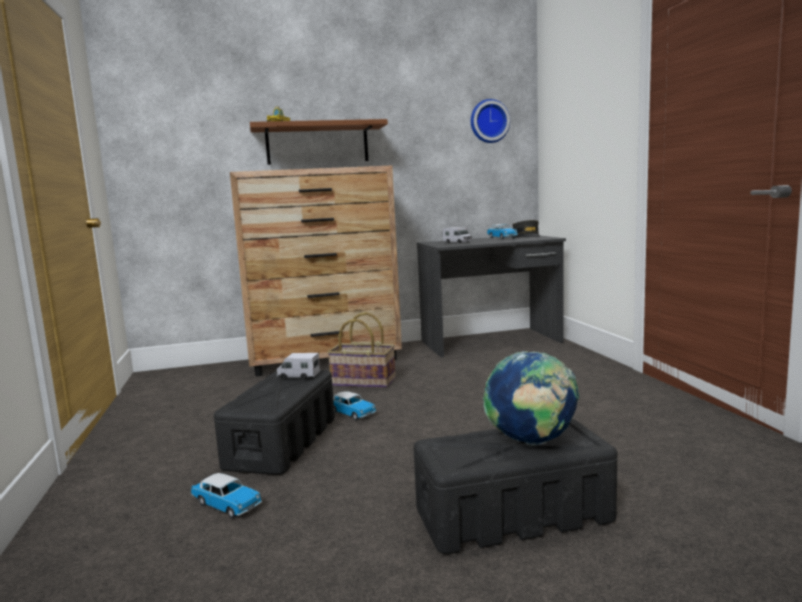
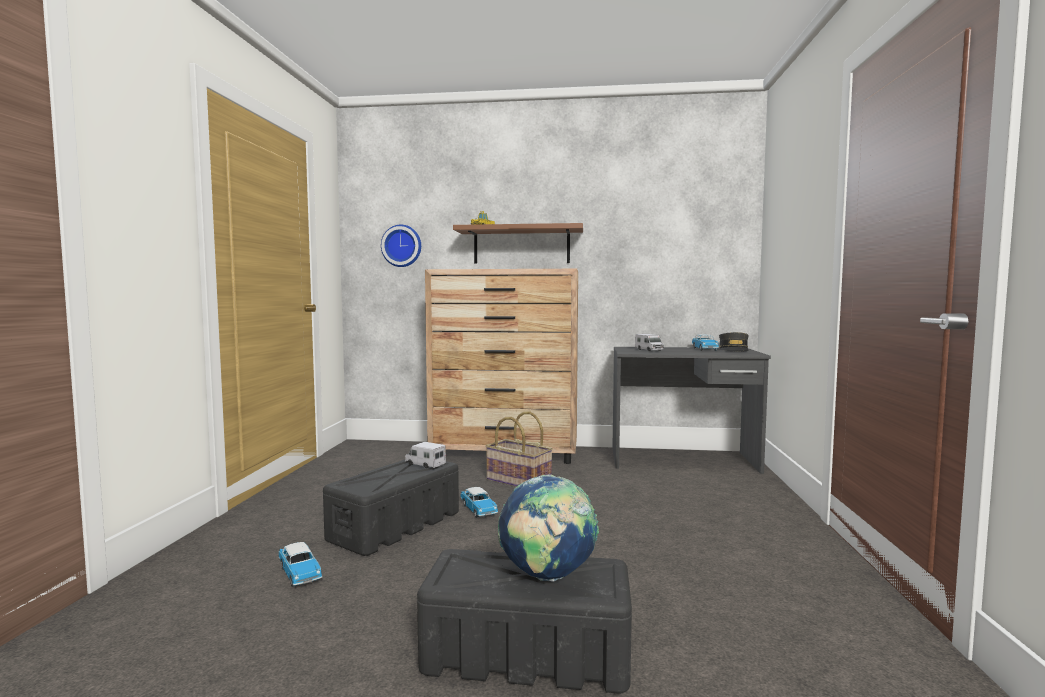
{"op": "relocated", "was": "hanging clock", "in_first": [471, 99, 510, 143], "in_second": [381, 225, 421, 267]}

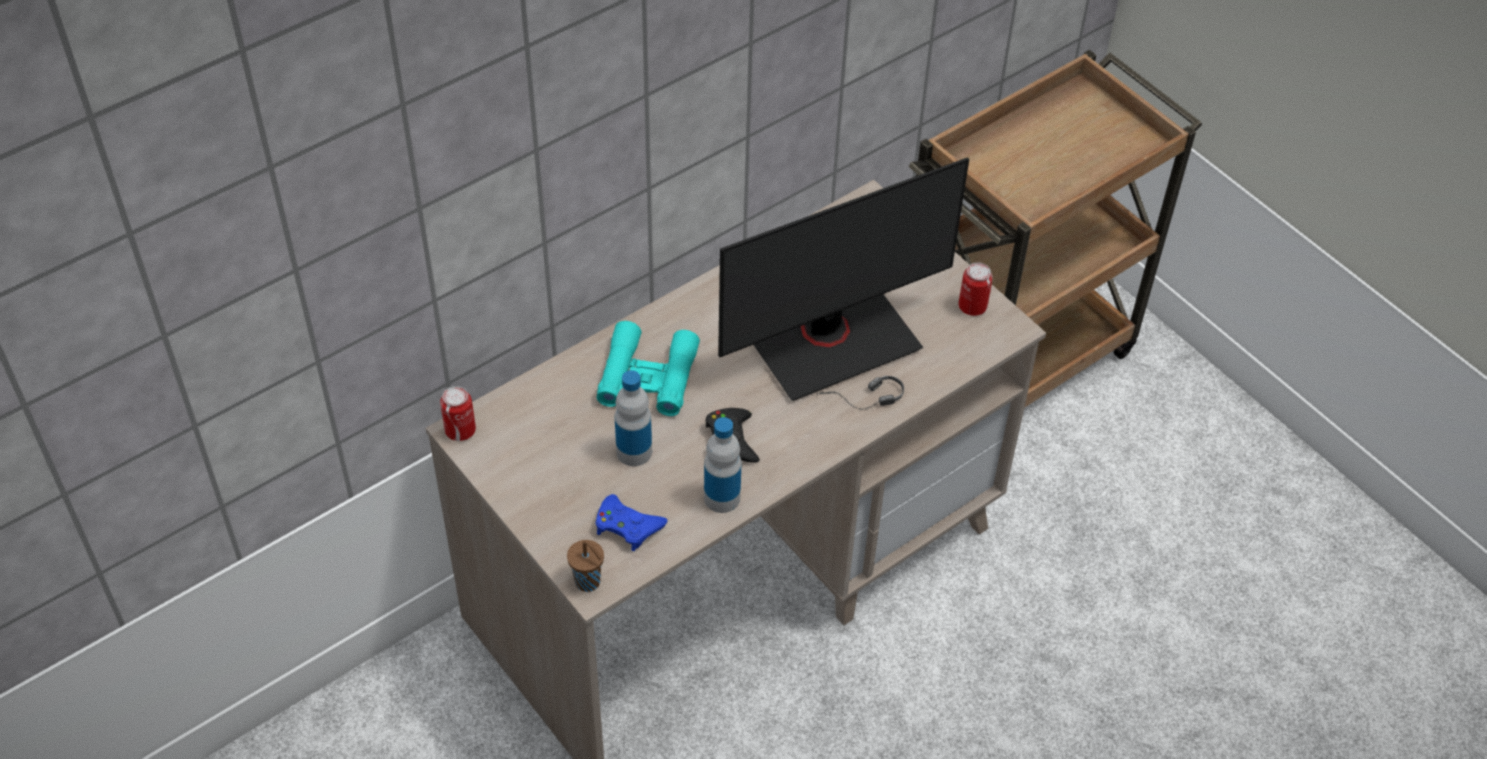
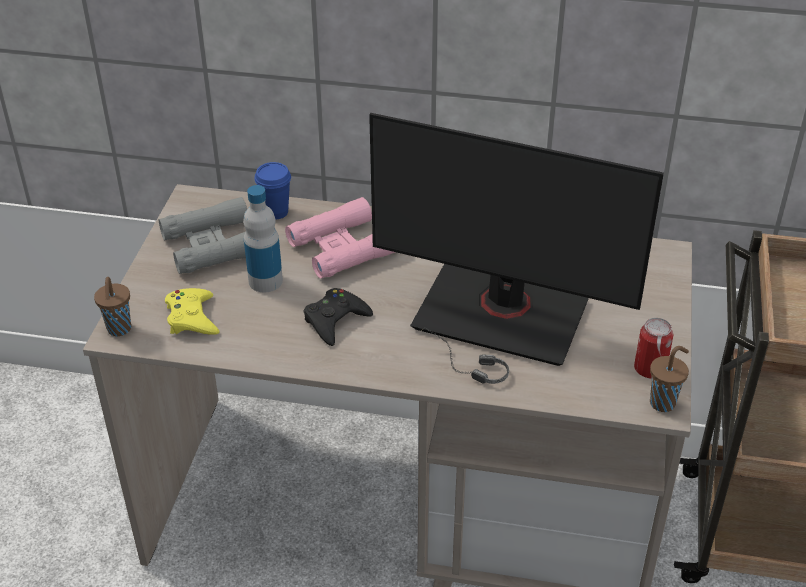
{"op": "missing", "was": "can", "in_first": [440, 386, 476, 441]}
{"op": "missing", "was": "beverage bottle", "in_first": [704, 417, 742, 513]}
{"op": "appeared", "now": "gray field glasses", "in_second": [159, 197, 247, 274]}
{"op": "appeared", "now": "blue-coloured drinking cup", "in_second": [254, 162, 291, 220]}
{"op": "appeared", "now": "brownish drinking cup", "in_second": [650, 346, 689, 412]}
{"op": "colour", "was": "blue-green field glasses", "now": "pinkish field glasses", "in_first": [596, 321, 700, 416], "in_second": [285, 197, 395, 279]}
{"op": "colour", "was": "blue-coloured gamepad", "now": "yellow-coloured gamepad", "in_first": [596, 494, 668, 551], "in_second": [165, 288, 220, 335]}

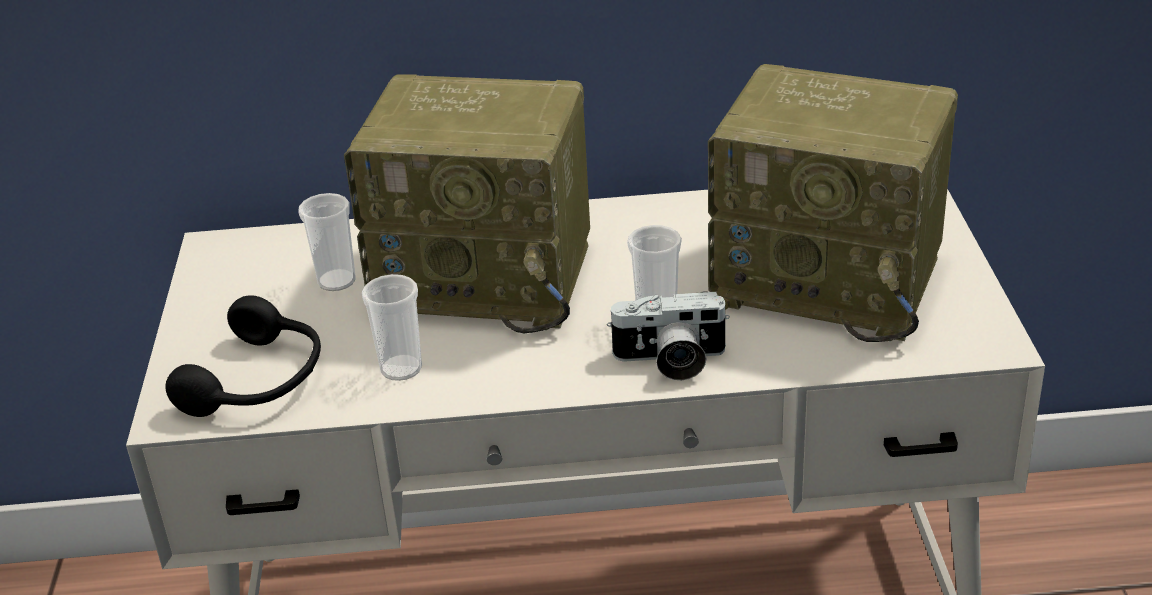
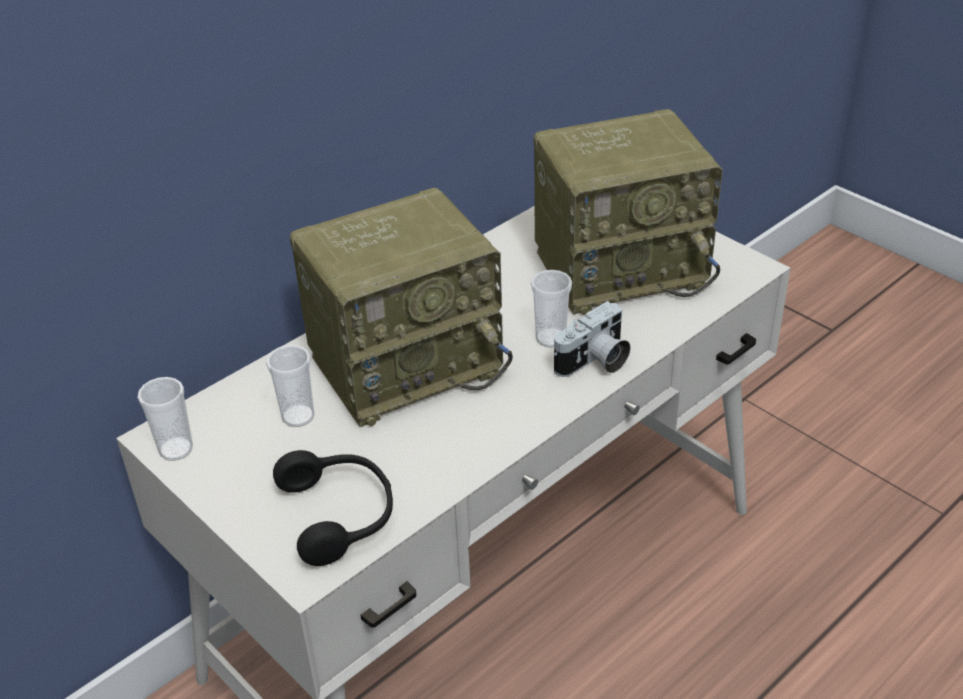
{"op": "relocated", "was": "drinking cup", "in_first": [362, 274, 422, 381], "in_second": [137, 377, 193, 461]}

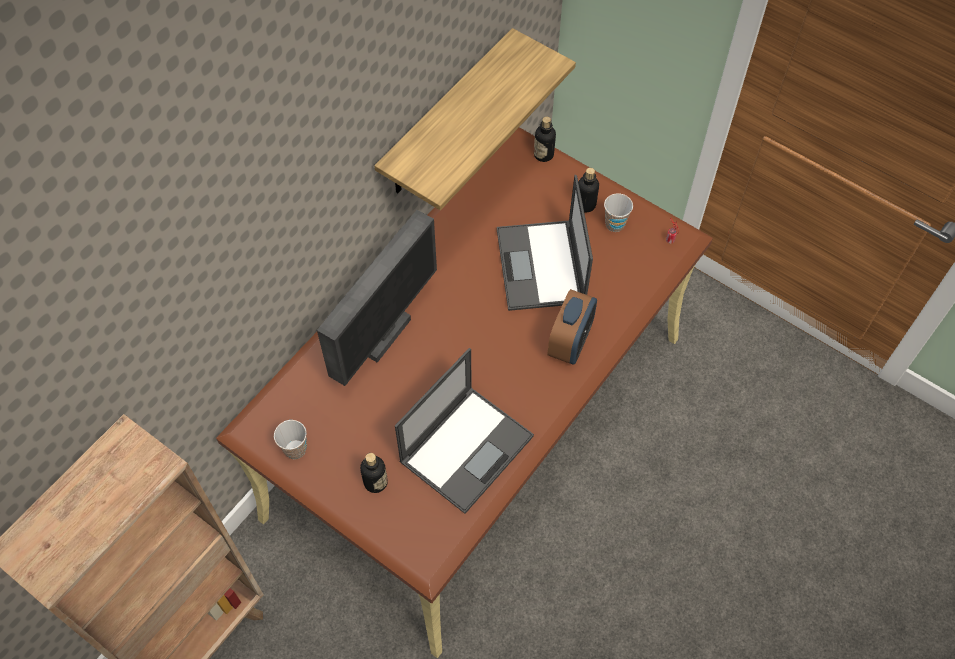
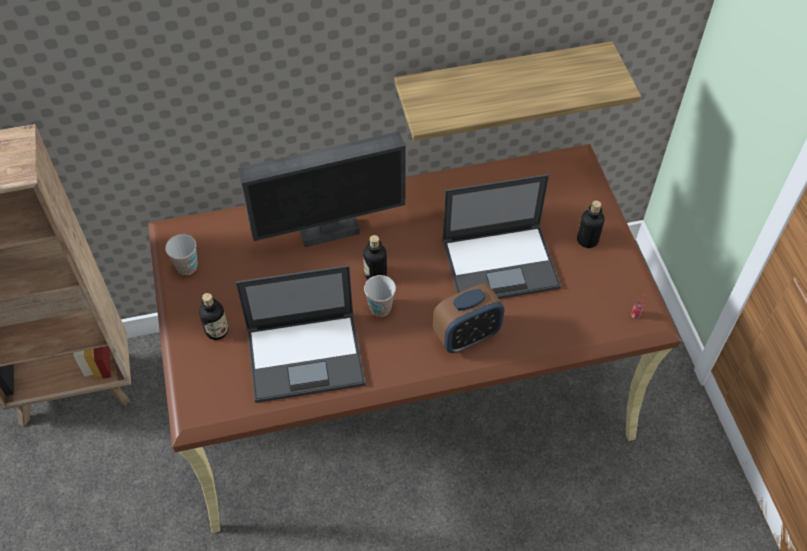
{"op": "relocated", "was": "beverage bottle", "in_first": [534, 116, 556, 162], "in_second": [363, 235, 387, 280]}
{"op": "relocated", "was": "drinking cup", "in_first": [604, 193, 633, 232], "in_second": [364, 275, 396, 317]}
{"op": "spun", "was": "portable computer", "in_first": [497, 175, 593, 311], "in_second": [442, 174, 561, 299], "clockwise": -135}

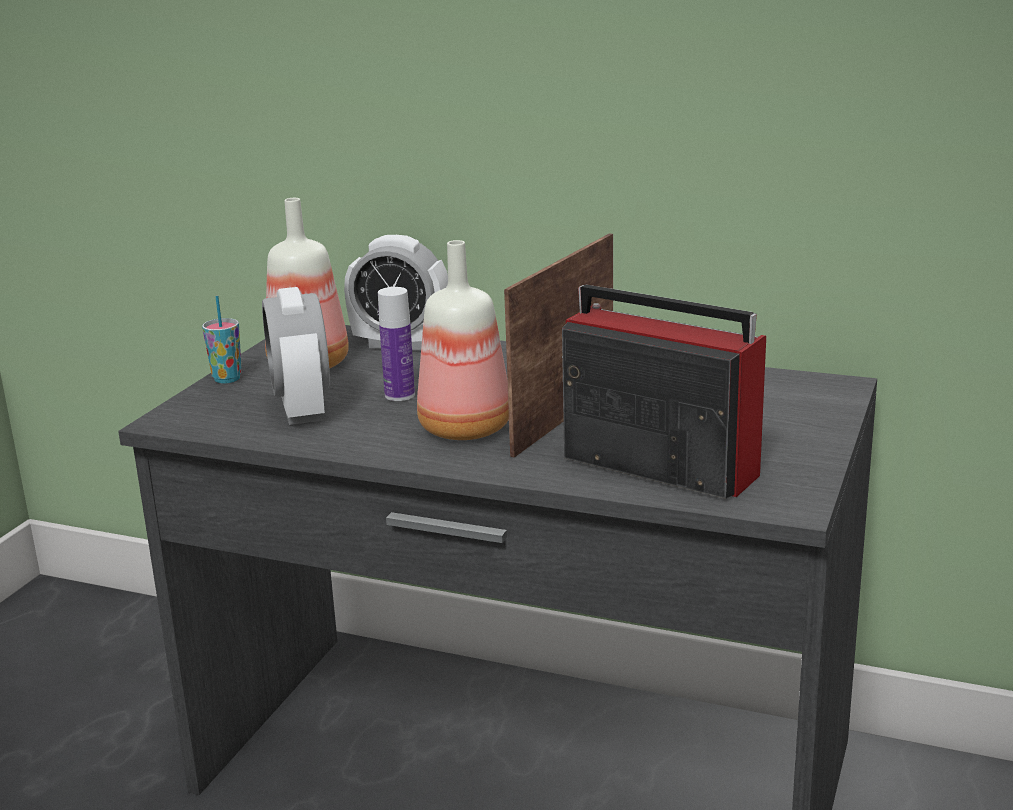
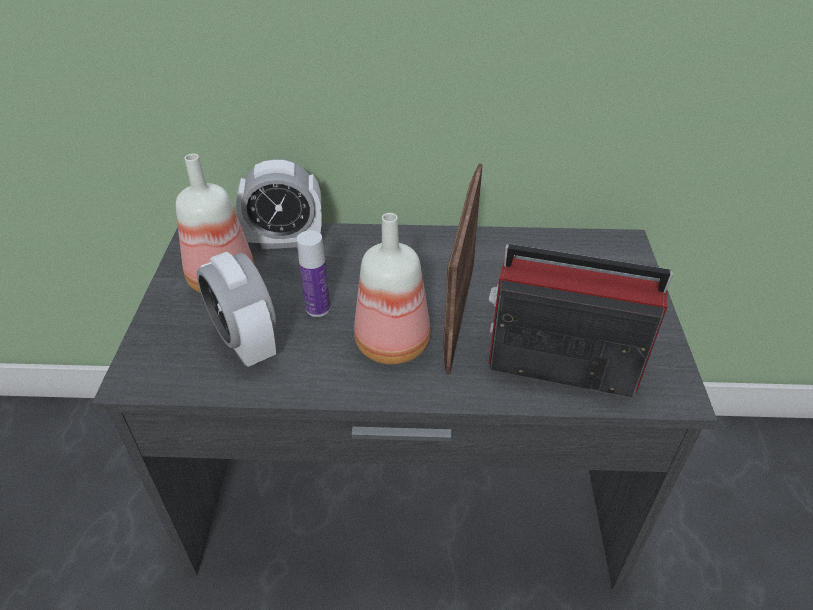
{"op": "missing", "was": "drinking cup", "in_first": [202, 296, 242, 384]}

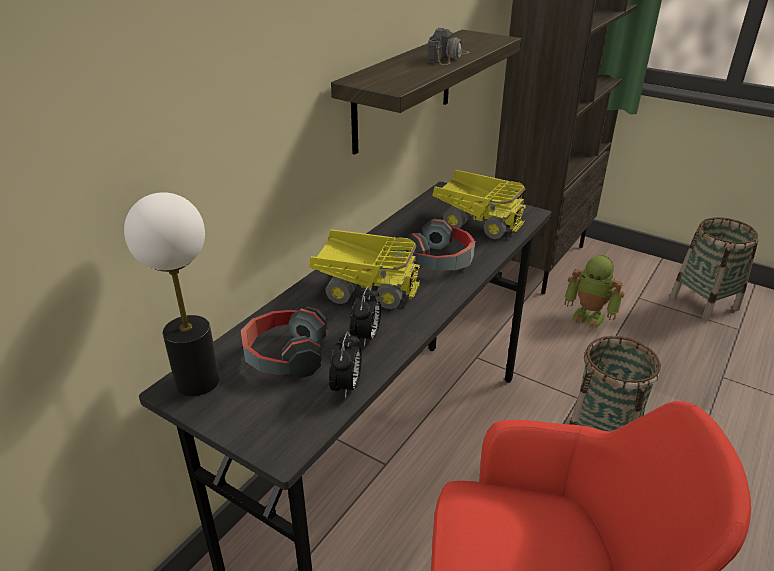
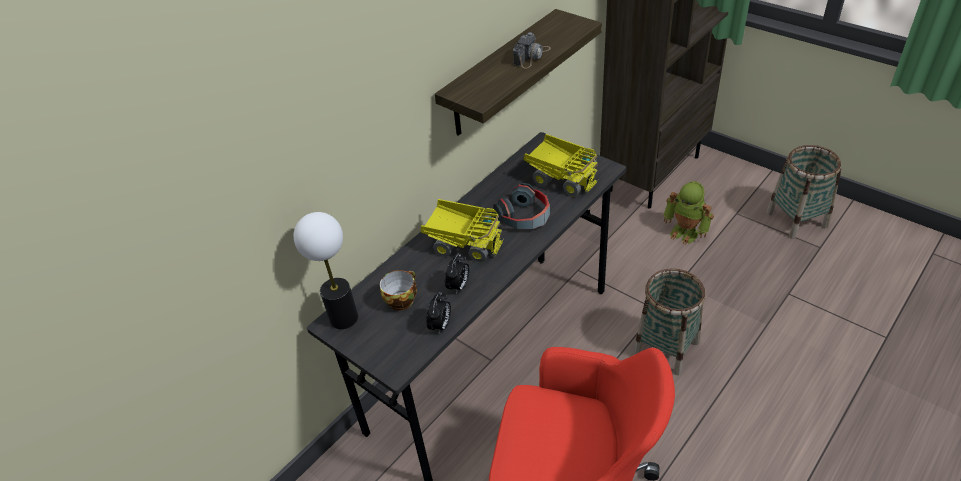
{"op": "exchanged", "was": "headphones", "now": "drinking cup", "in_first": [241, 307, 327, 378], "in_second": [380, 270, 417, 311]}

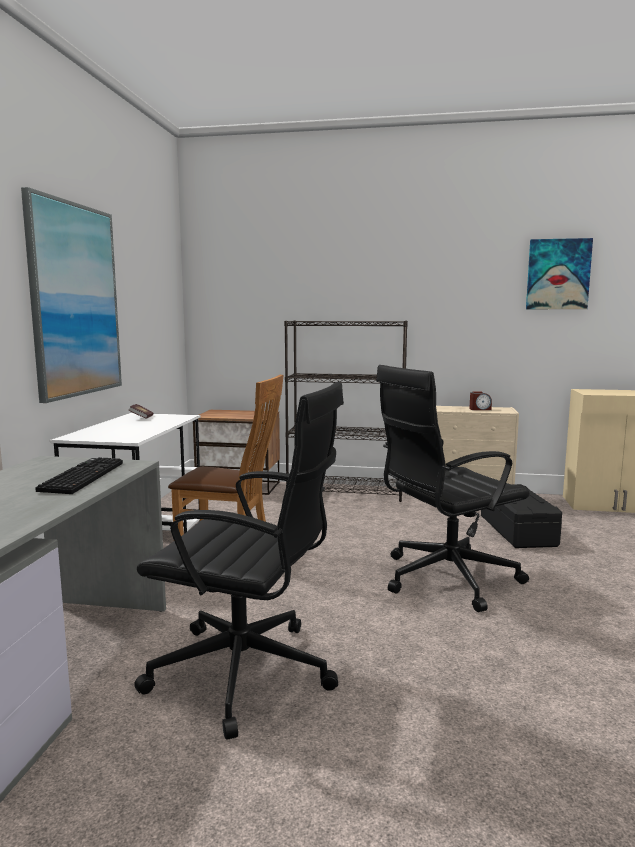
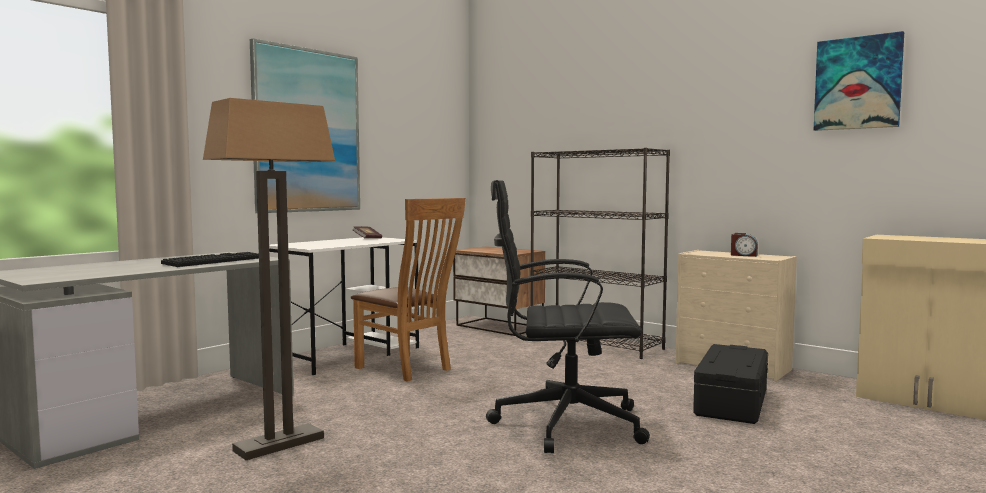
{"op": "exchanged", "was": "black office chair", "now": "standard lamp", "in_first": [134, 382, 344, 740], "in_second": [203, 98, 335, 460]}

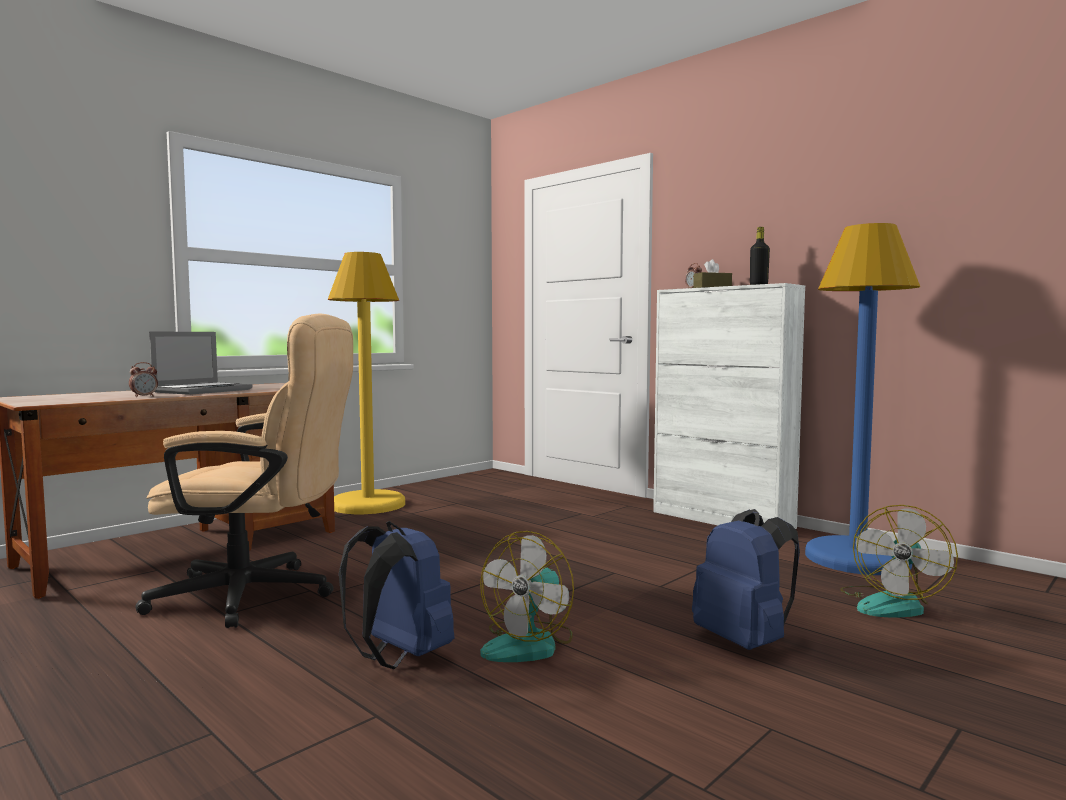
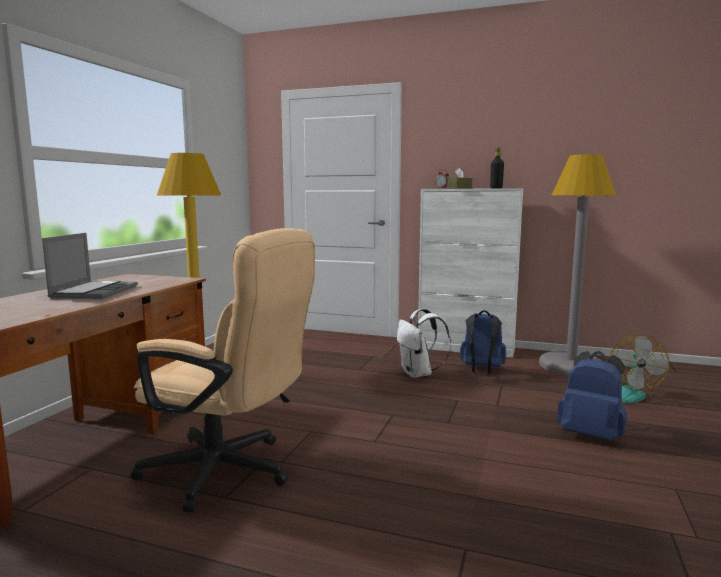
{"op": "missing", "was": "bedside clock", "in_first": [129, 362, 158, 397]}
{"op": "missing", "was": "electric fan", "in_first": [480, 531, 574, 662]}
{"op": "appeared", "now": "whitish backpack", "in_second": [397, 309, 451, 378]}
{"op": "relocated", "was": "blue-coloured backpack", "in_first": [339, 521, 455, 669], "in_second": [460, 310, 506, 374]}
{"op": "colour", "was": "blue-coloured standard lamp", "now": "gray standard lamp", "in_first": [805, 223, 920, 575], "in_second": [539, 154, 616, 375]}
{"op": "spun", "was": "sand-coloured office chair", "in_first": [135, 314, 353, 628], "in_second": [131, 228, 315, 513], "clockwise": 45}

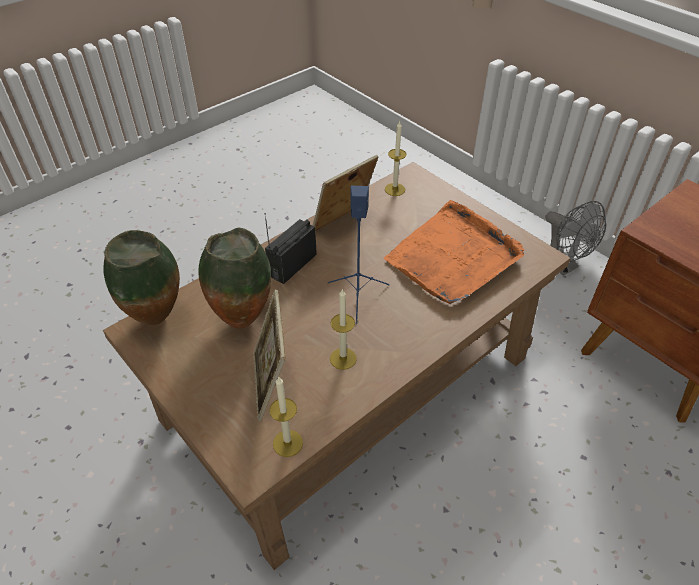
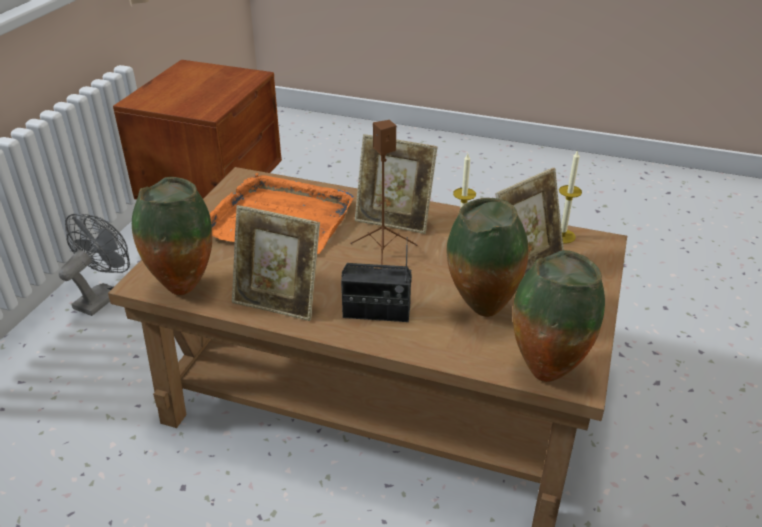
{"op": "appeared", "now": "photo frame", "in_second": [355, 134, 438, 234]}
{"op": "exchanged", "was": "candle", "now": "flower vase", "in_first": [385, 121, 406, 196], "in_second": [132, 177, 212, 295]}
{"op": "colour", "was": "blue-coloured loudspeaker", "now": "brownish loudspeaker", "in_first": [328, 186, 390, 324], "in_second": [350, 120, 417, 269]}

